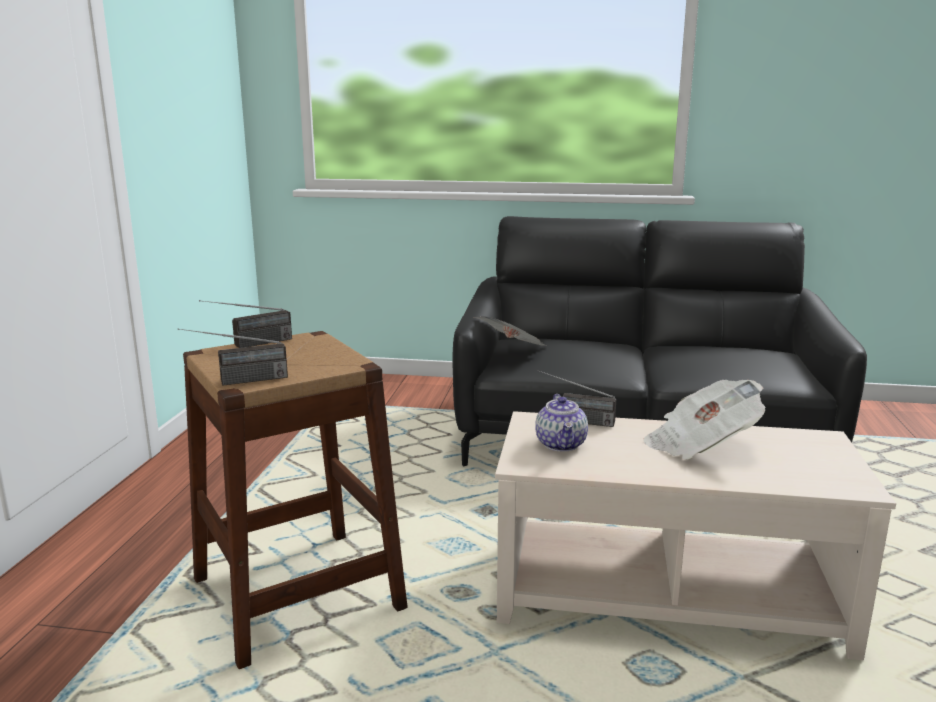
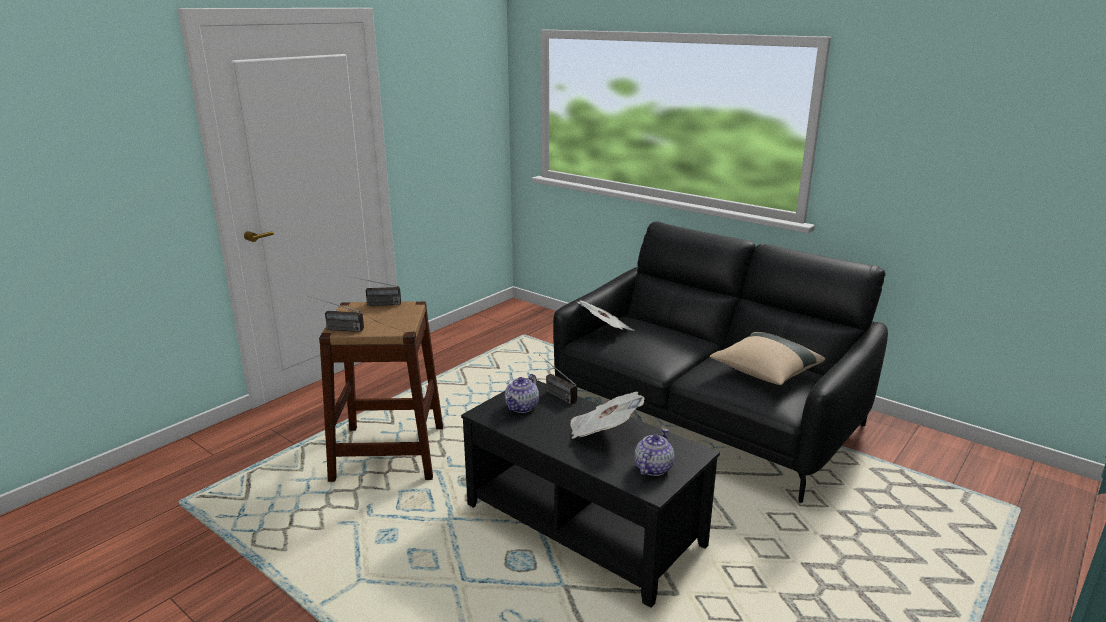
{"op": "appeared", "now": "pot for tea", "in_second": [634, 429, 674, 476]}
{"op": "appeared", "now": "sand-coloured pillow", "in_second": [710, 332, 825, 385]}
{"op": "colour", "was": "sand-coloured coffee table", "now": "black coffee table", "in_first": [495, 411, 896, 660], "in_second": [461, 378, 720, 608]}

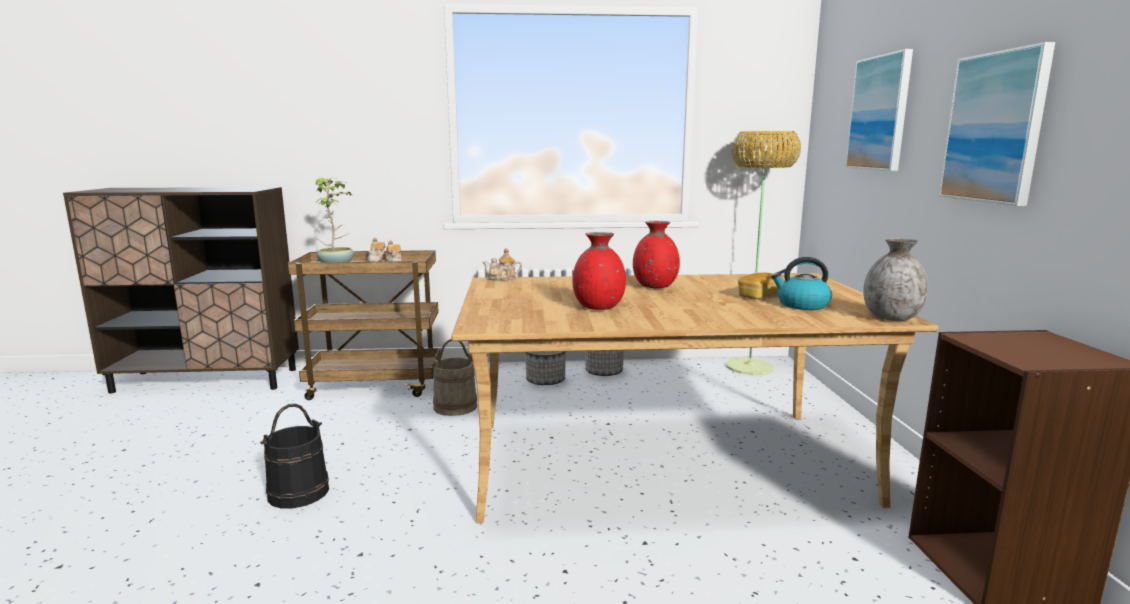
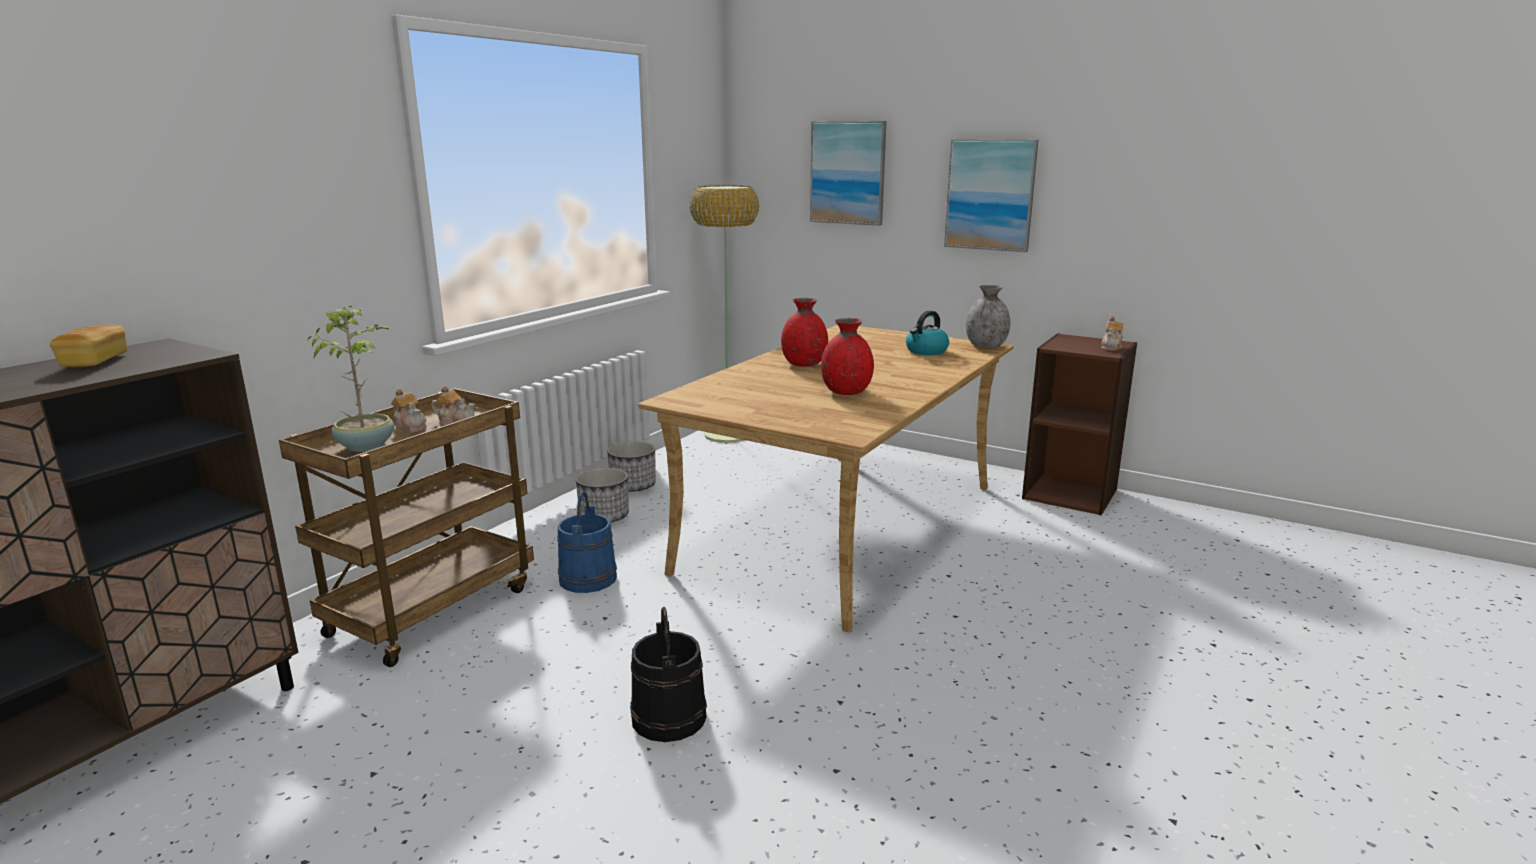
{"op": "relocated", "was": "pot for tea", "in_first": [483, 248, 522, 281], "in_second": [1101, 316, 1123, 351]}
{"op": "relocated", "was": "bread", "in_first": [738, 272, 778, 299], "in_second": [50, 325, 127, 367]}
{"op": "colour", "was": "sand-coloured water bucket", "now": "blue-coloured water bucket", "in_first": [431, 339, 477, 416], "in_second": [557, 491, 617, 593]}

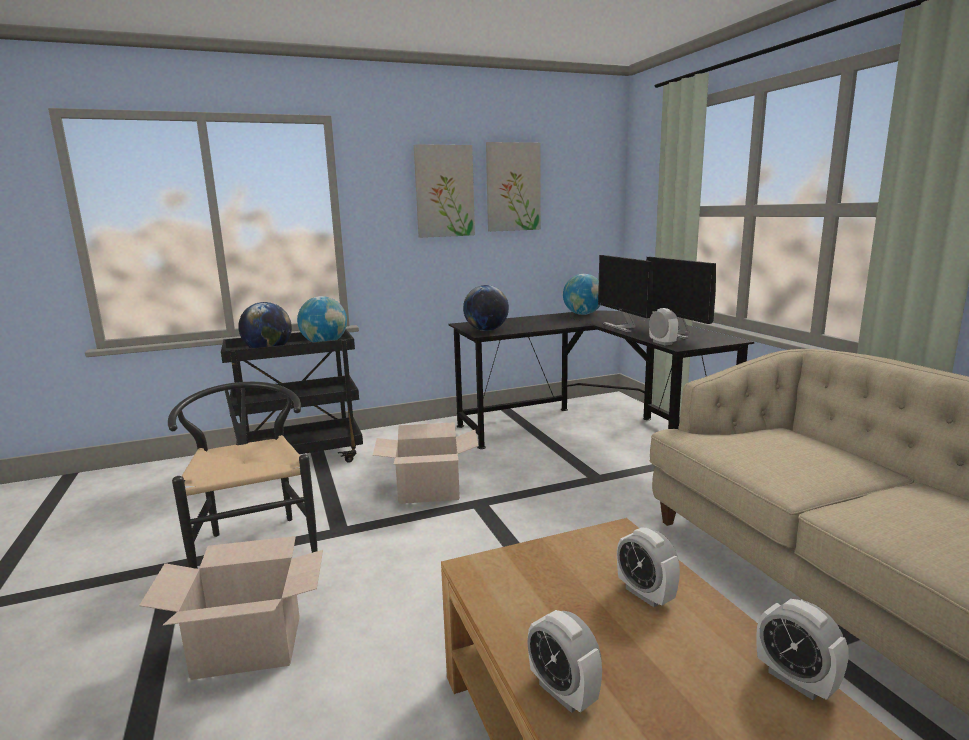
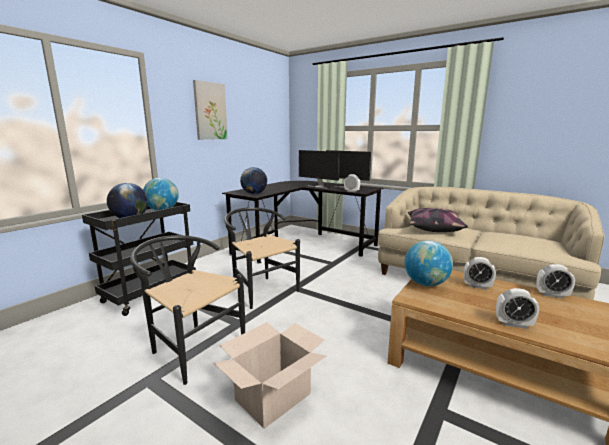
{"op": "missing", "was": "picture", "in_first": [486, 142, 541, 232]}
{"op": "appeared", "now": "pillow", "in_second": [408, 208, 468, 232]}
{"op": "relocated", "was": "desk globe", "in_first": [563, 274, 601, 315], "in_second": [405, 240, 453, 286]}
{"op": "exchanged", "was": "cardboard box", "now": "black plain chair", "in_first": [373, 422, 478, 504], "in_second": [224, 207, 300, 309]}

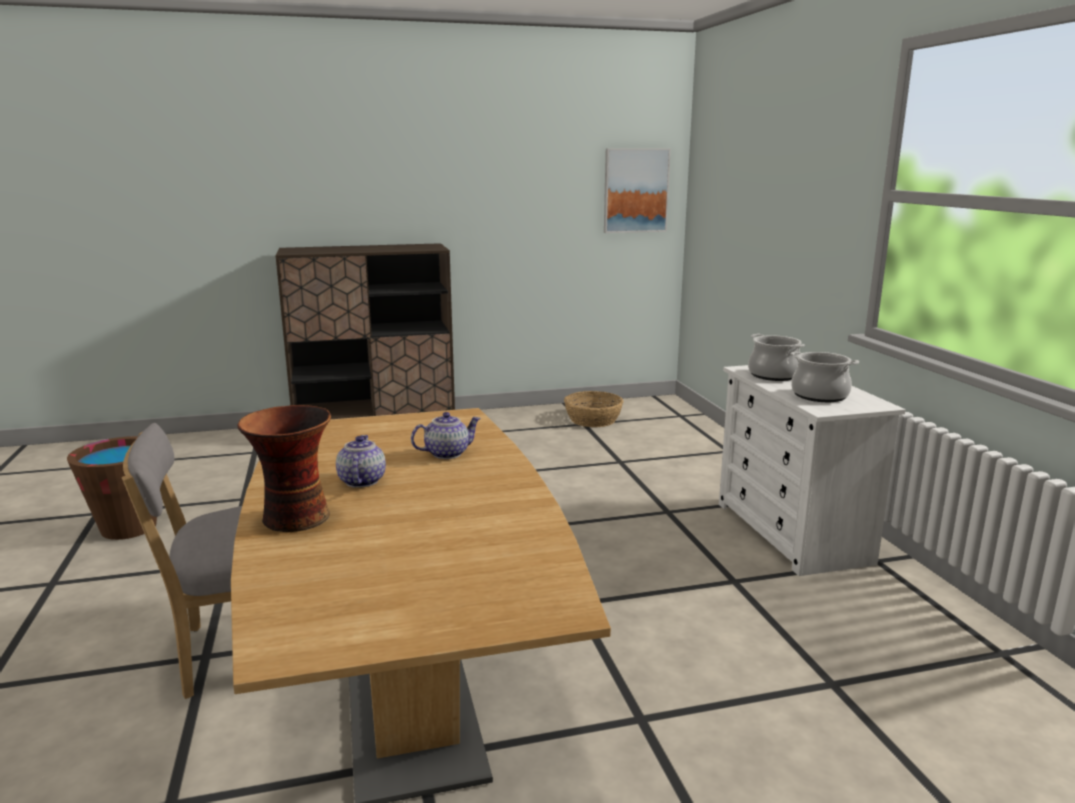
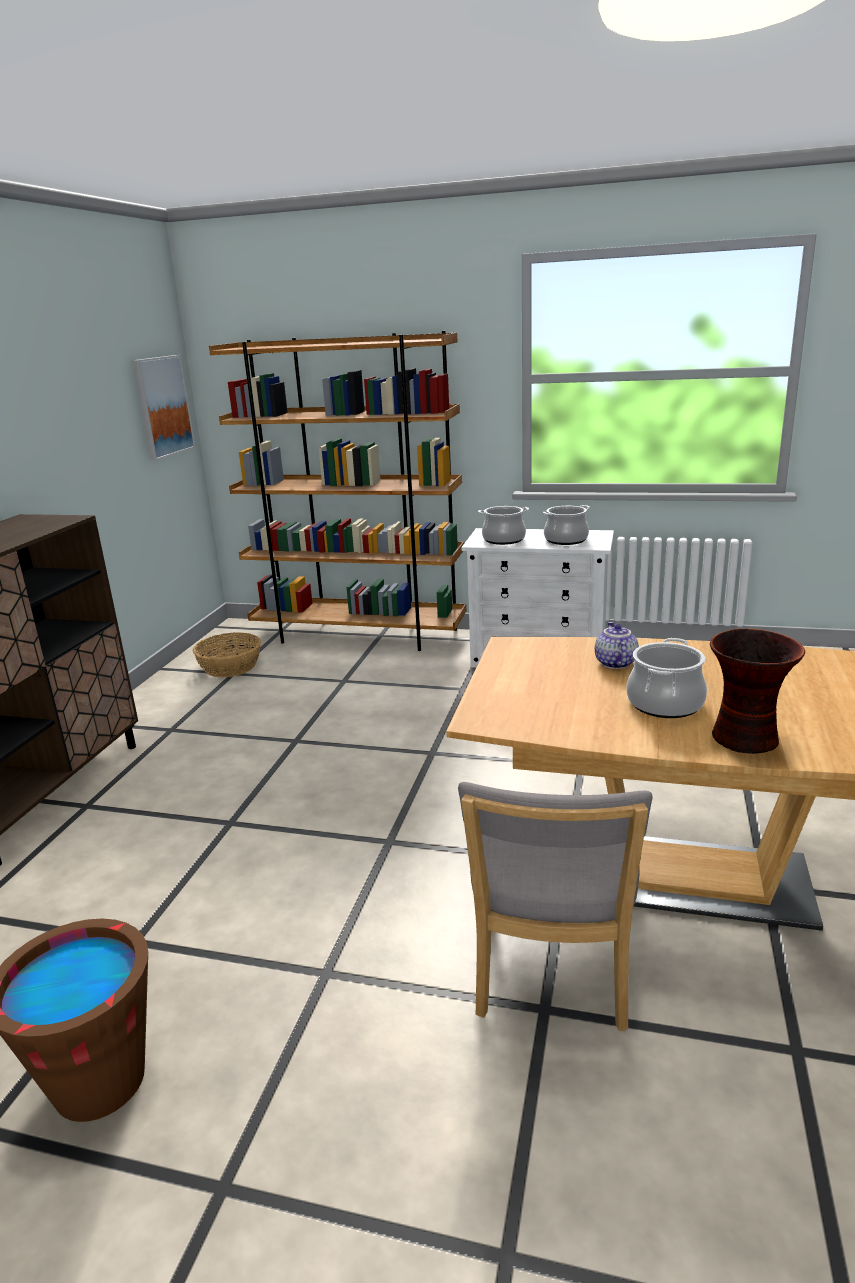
{"op": "appeared", "now": "brownish bookcase", "in_second": [209, 331, 466, 651]}
{"op": "exchanged", "was": "pot for tea", "now": "saucepot", "in_first": [336, 435, 386, 488], "in_second": [627, 638, 707, 718]}

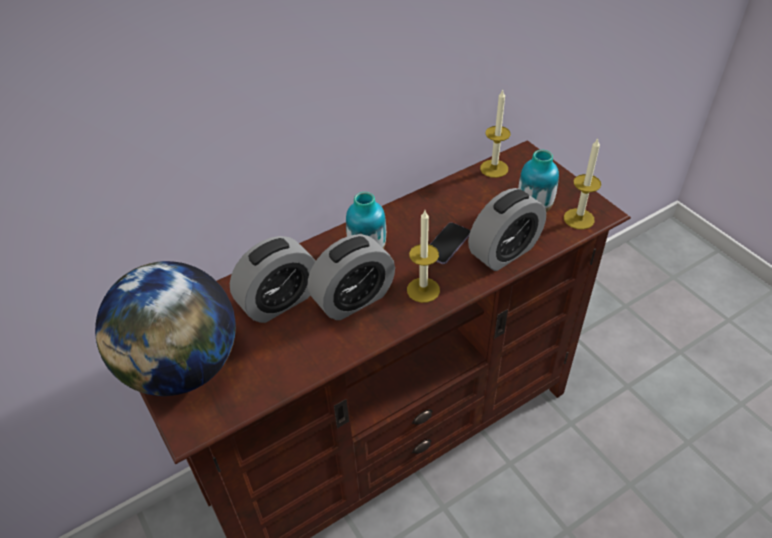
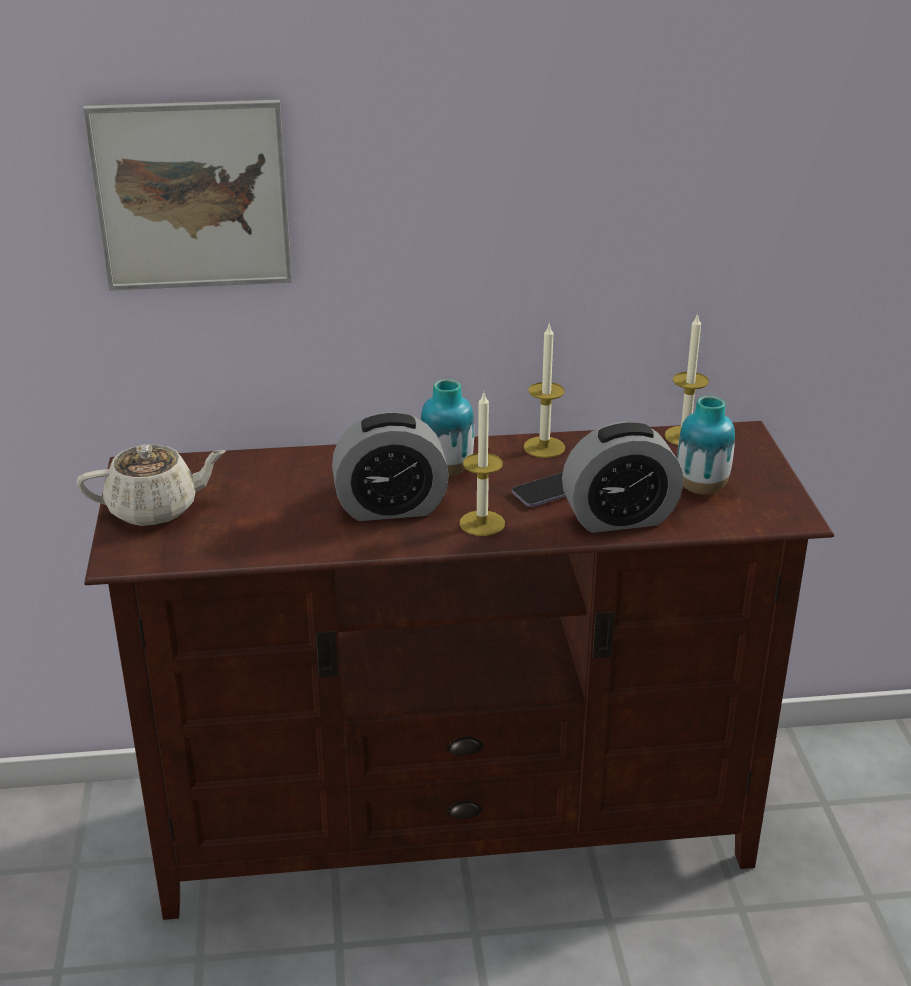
{"op": "missing", "was": "bedside clock", "in_first": [230, 236, 316, 323]}
{"op": "appeared", "now": "picture", "in_second": [83, 100, 292, 291]}
{"op": "relocated", "was": "candle", "in_first": [564, 138, 601, 230], "in_second": [523, 325, 565, 458]}
{"op": "exchanged", "was": "desk globe", "now": "sand-coloured pot for tea", "in_first": [95, 261, 236, 396], "in_second": [76, 444, 226, 526]}

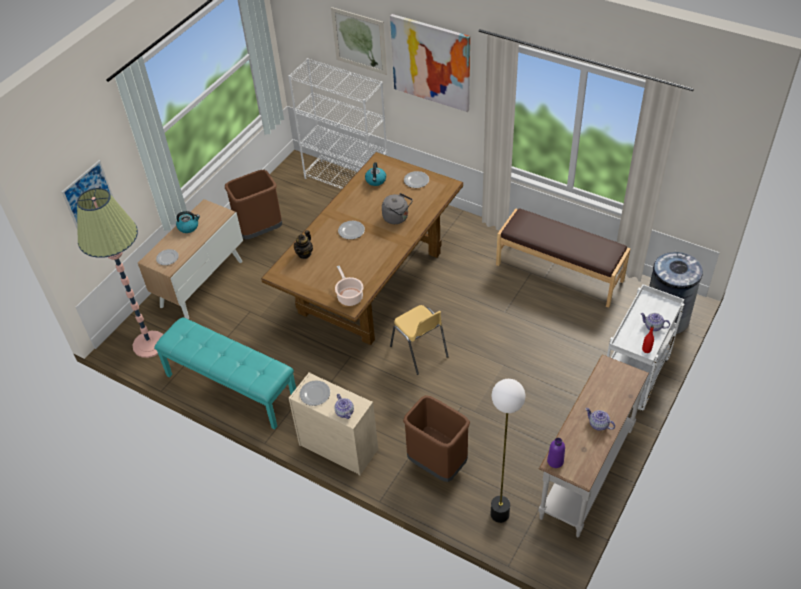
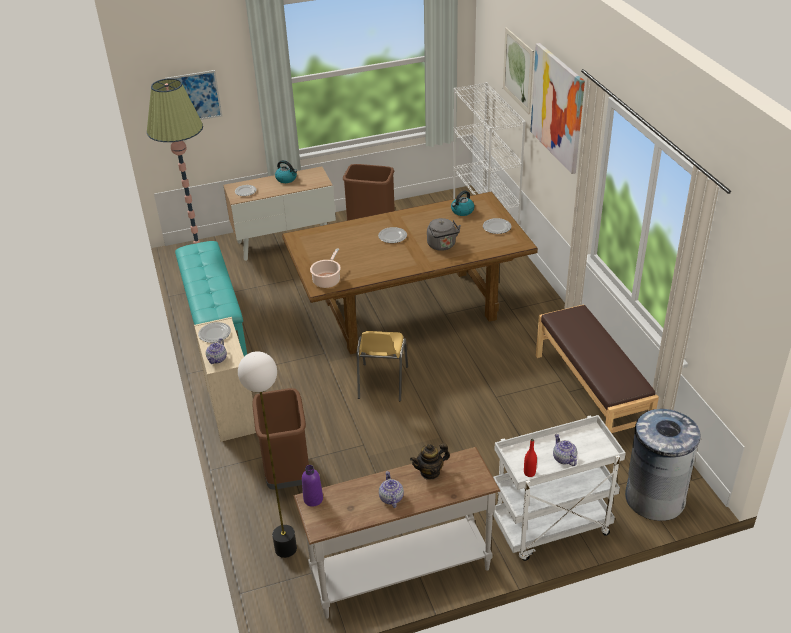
{"op": "relocated", "was": "pot for tea", "in_first": [294, 230, 313, 259], "in_second": [410, 443, 450, 480]}

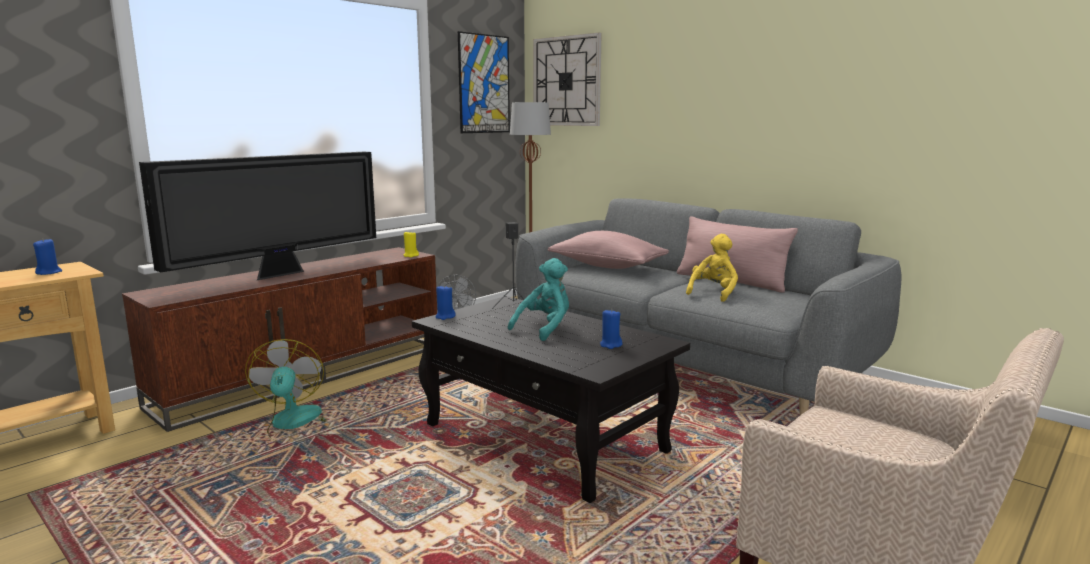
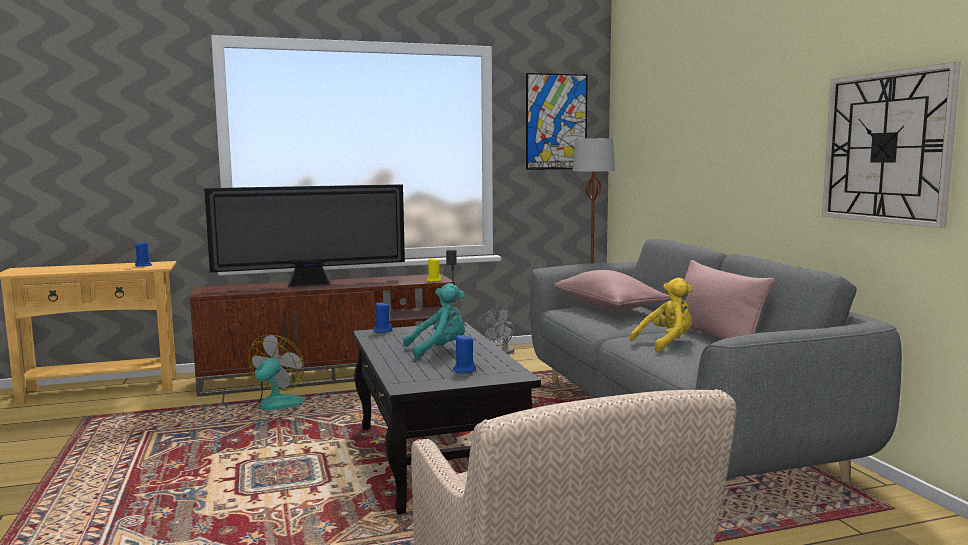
{"op": "relocated", "was": "hanging clock", "in_first": [533, 33, 602, 126], "in_second": [822, 62, 961, 228]}

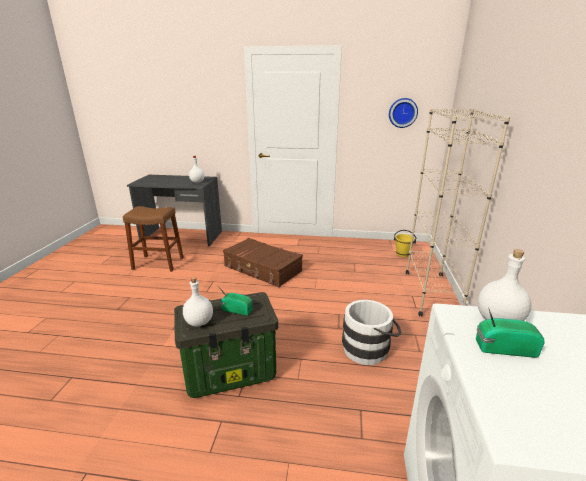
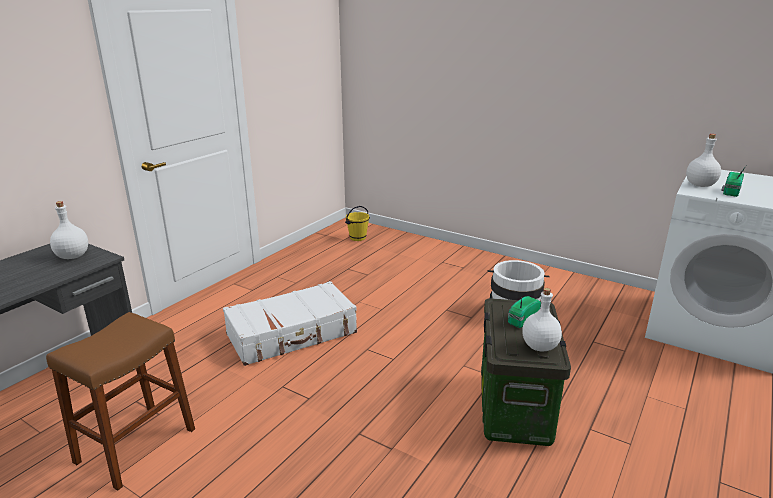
{"op": "missing", "was": "hanging clock", "in_first": [389, 98, 418, 128]}
{"op": "missing", "was": "sand-coloured bookcase", "in_first": [406, 108, 510, 316]}
{"op": "colour", "was": "brownish suitcase", "now": "whitish suitcase", "in_first": [223, 238, 303, 287], "in_second": [223, 281, 357, 366]}

